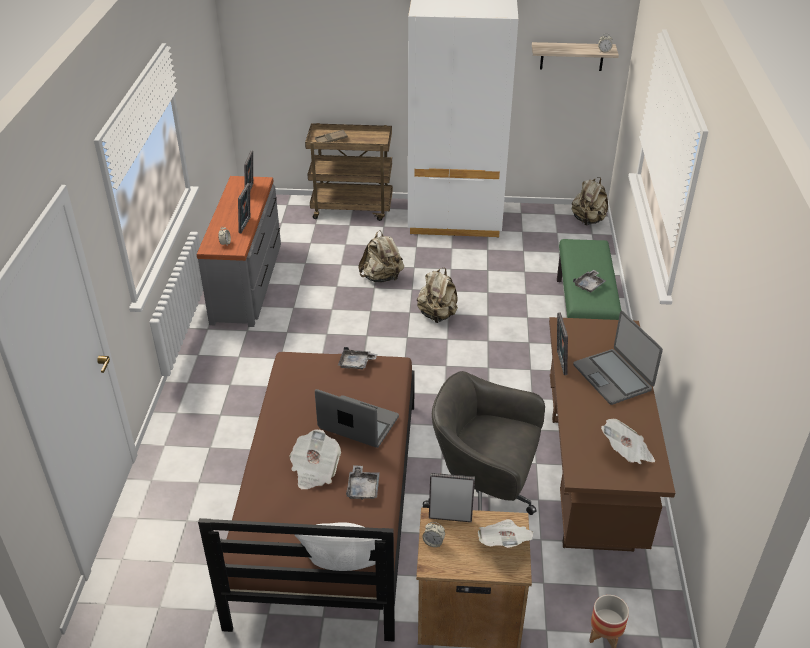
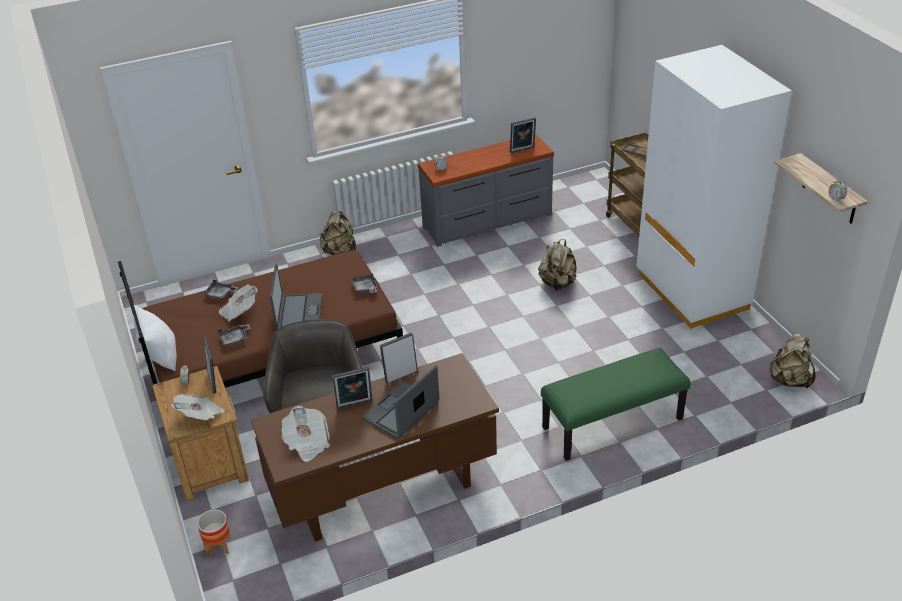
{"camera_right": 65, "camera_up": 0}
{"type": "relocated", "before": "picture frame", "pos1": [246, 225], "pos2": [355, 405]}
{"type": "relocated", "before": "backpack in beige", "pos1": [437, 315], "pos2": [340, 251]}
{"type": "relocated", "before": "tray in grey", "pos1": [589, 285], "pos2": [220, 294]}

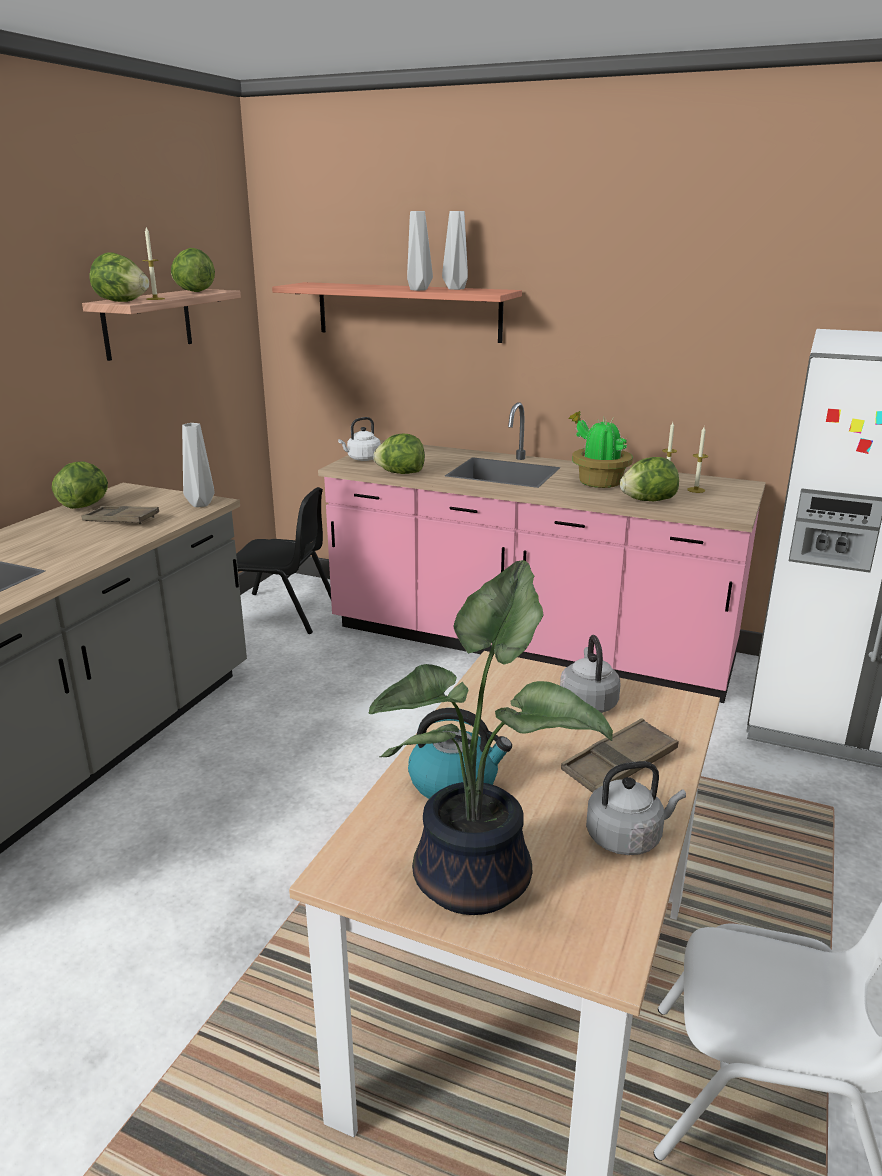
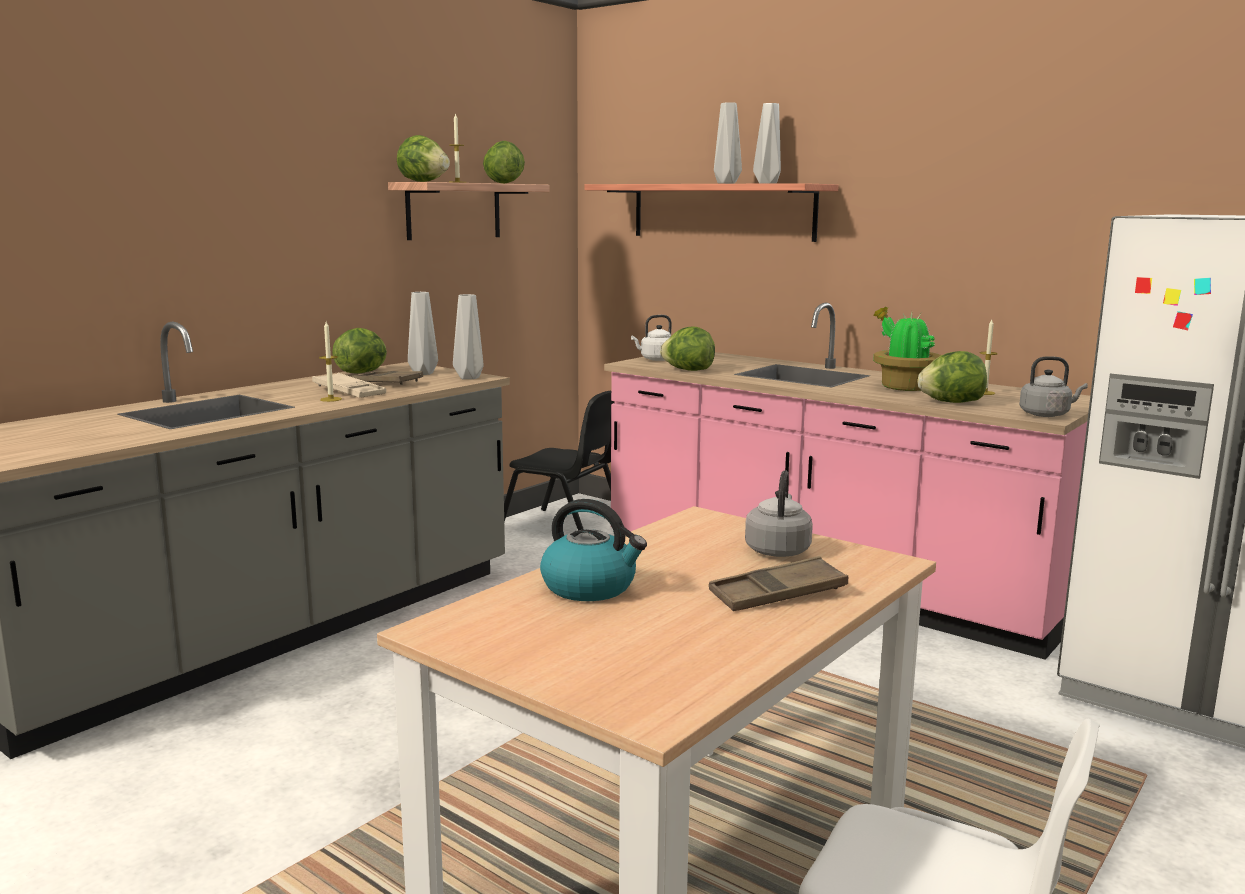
{"camera_right": 15, "camera_up": -10}
{"type": "missing", "before": "potted plant", "pos1": [479, 877]}
{"type": "relocated", "before": "kettle in grey", "pos1": [627, 837], "pos2": [1047, 414]}
{"type": "relocated", "before": "candle", "pos1": [696, 490], "pos2": [331, 399]}
{"type": "appeared", "after": "tray in beige", "pos2": [349, 392]}
{"type": "appeared", "after": "vase in grey", "pos2": [424, 373]}

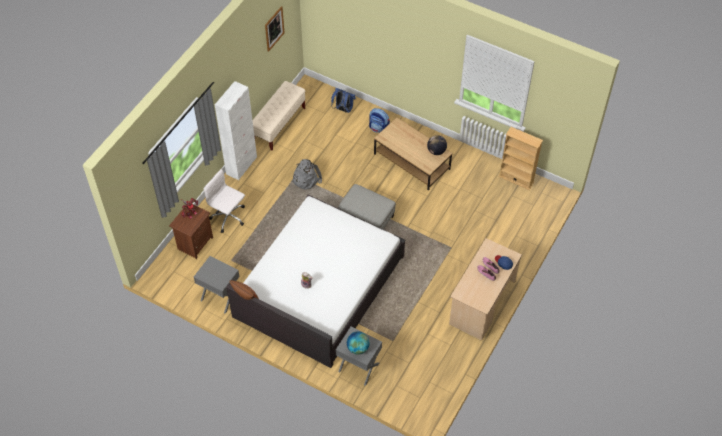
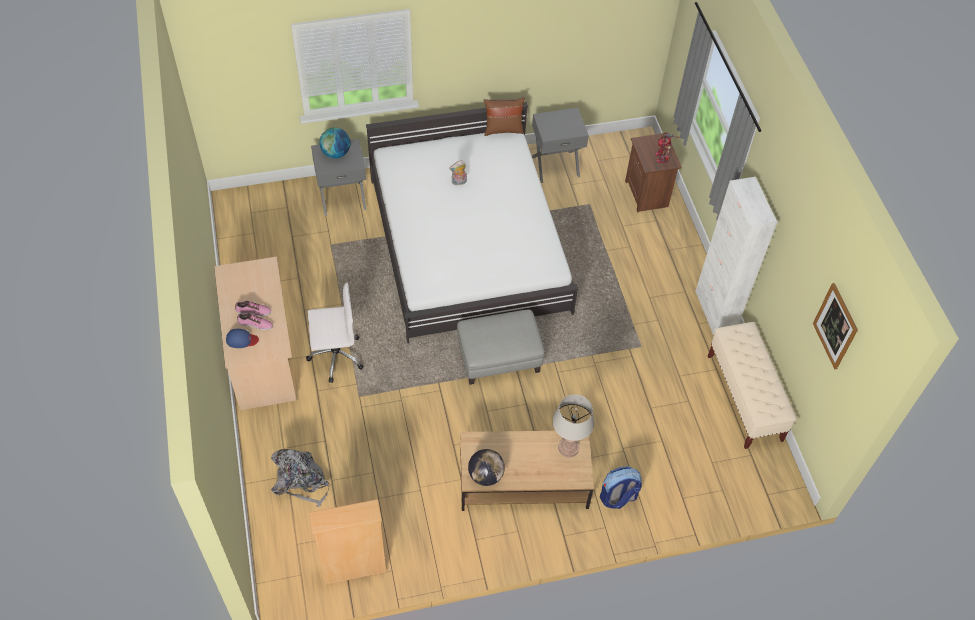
{"camera_right": 135, "camera_up": 0}
{"type": "relocated", "before": "office chair in white", "pos1": [229, 217], "pos2": [335, 356]}
{"type": "relocated", "before": "backpack in grey", "pos1": [305, 178], "pos2": [301, 481]}
{"type": "missing", "before": "backpack in blue", "pos1": [343, 109]}
{"type": "appeared", "after": "table lamp in grey", "pos2": [568, 448]}

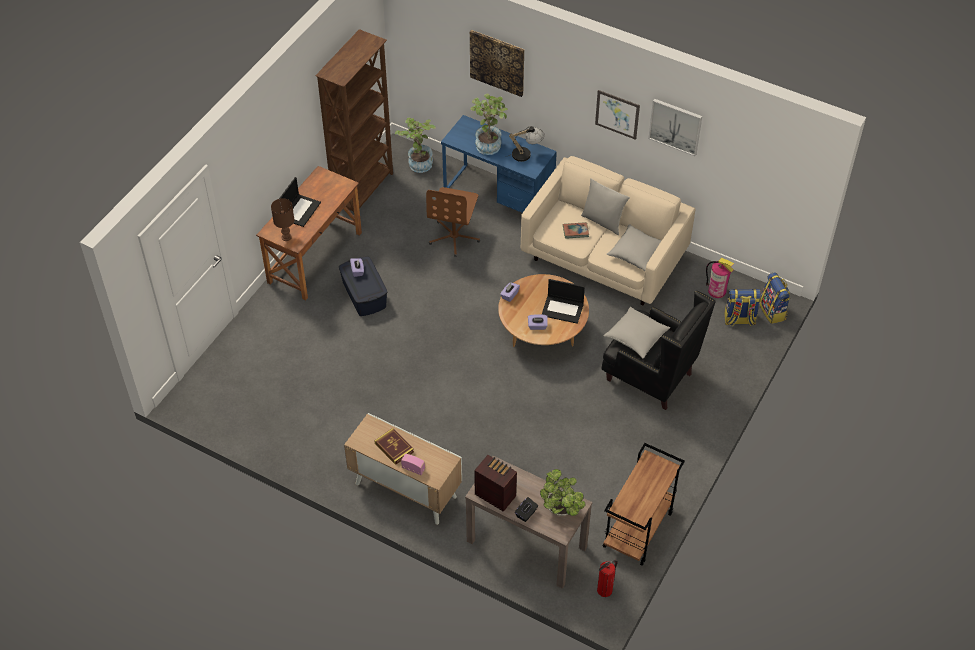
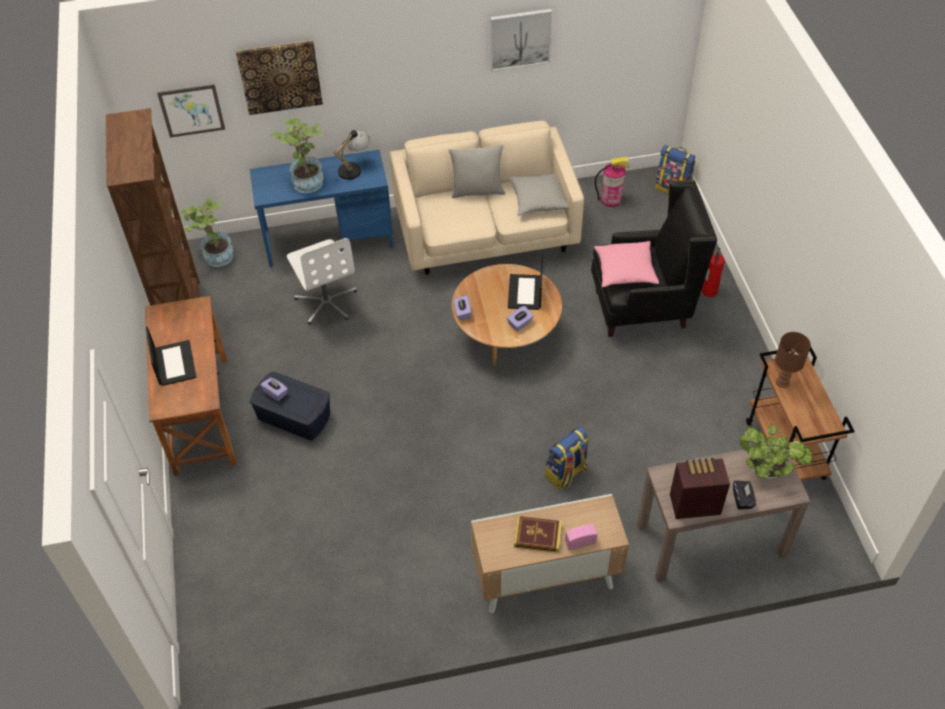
{"camera_right": -40, "camera_up": 0}
{"type": "relocated", "before": "table lamp in brown", "pos1": [286, 237], "pos2": [783, 382]}
{"type": "colour", "before": "office chair in brown", "after": "office chair in white", "pos1": [454, 237], "pos2": [327, 302]}
{"type": "spun", "before": "laptop", "pos1": [563, 309], "pos2": [525, 292], "turn": 120}
{"type": "missing", "before": "book", "pos1": [575, 231]}
{"type": "relocated", "before": "picture", "pos1": [617, 114], "pos2": [191, 110]}
{"type": "relocated", "before": "fire extinguisher", "pos1": [605, 590], "pos2": [709, 290]}
{"type": "colour", "before": "pillow in grey", "after": "pillow in pink", "pos1": [636, 337], "pos2": [625, 271]}
{"type": "relocated", "before": "backpack", "pos1": [739, 320], "pos2": [566, 473]}

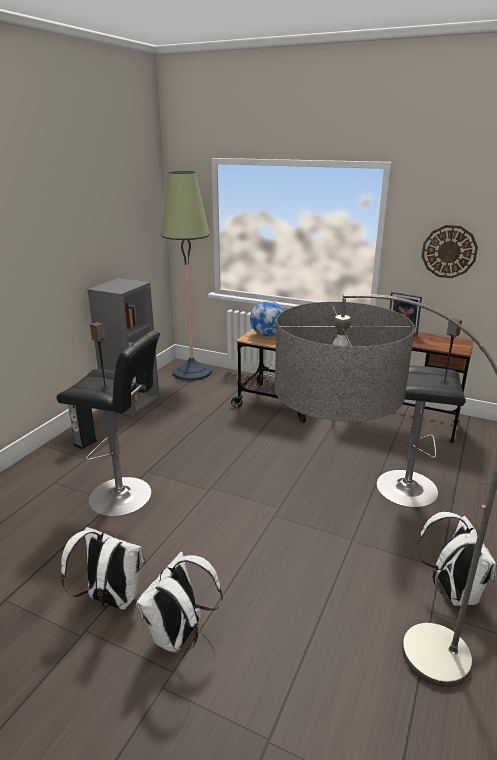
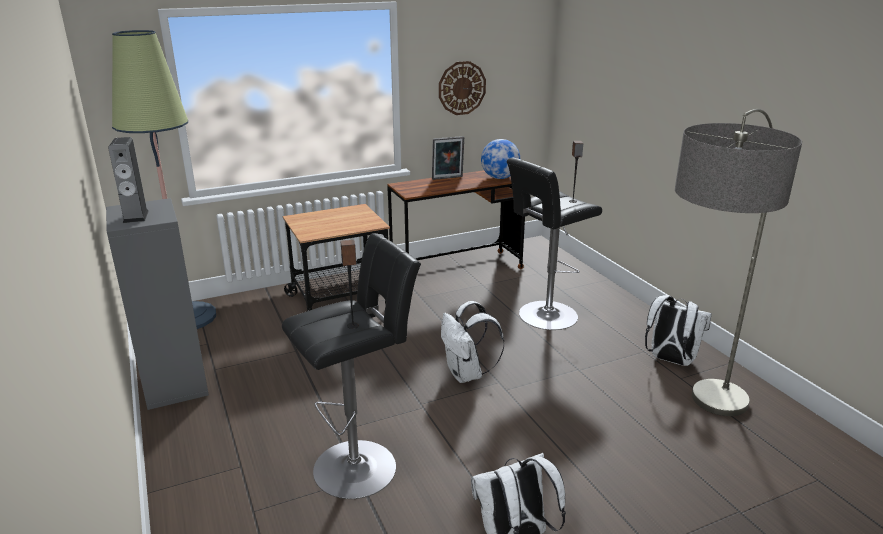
{"camera_right": -50, "camera_up": 0}
{"type": "relocated", "before": "speaker", "pos1": [85, 443], "pos2": [136, 216]}
{"type": "relocated", "before": "backpack in white", "pos1": [179, 636], "pos2": [467, 374]}
{"type": "relocated", "before": "globe", "pos1": [267, 335], "pos2": [499, 178]}

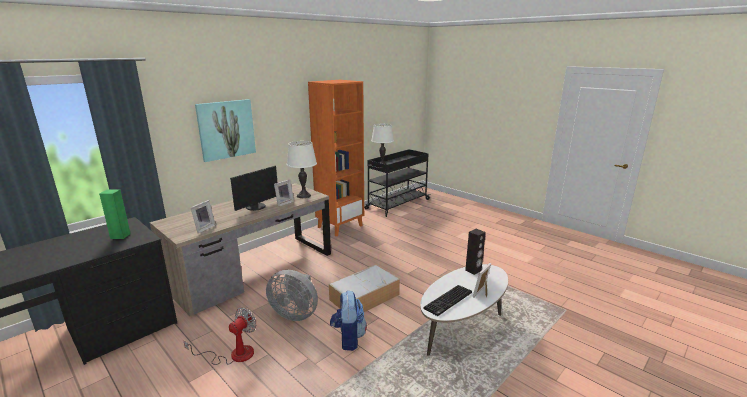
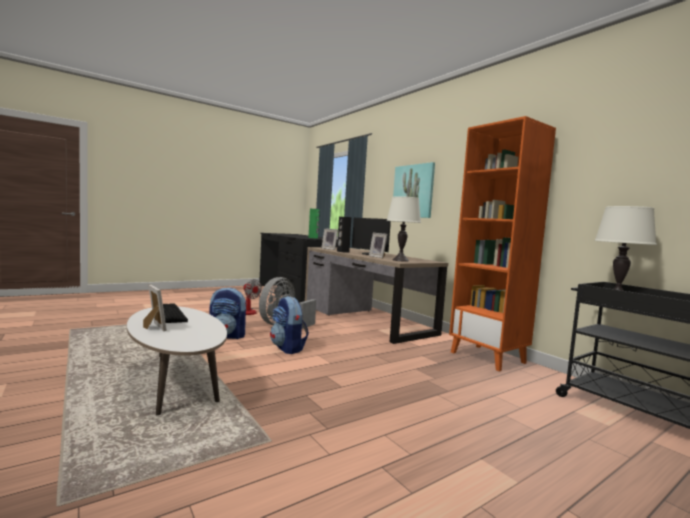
{"camera_right": 100, "camera_up": -15}
{"type": "exchanged", "before": "storage box", "after": "backpack", "pos1": [365, 296], "pos2": [288, 348]}
{"type": "relocated", "before": "speaker in black", "pos1": [473, 270], "pos2": [342, 251]}

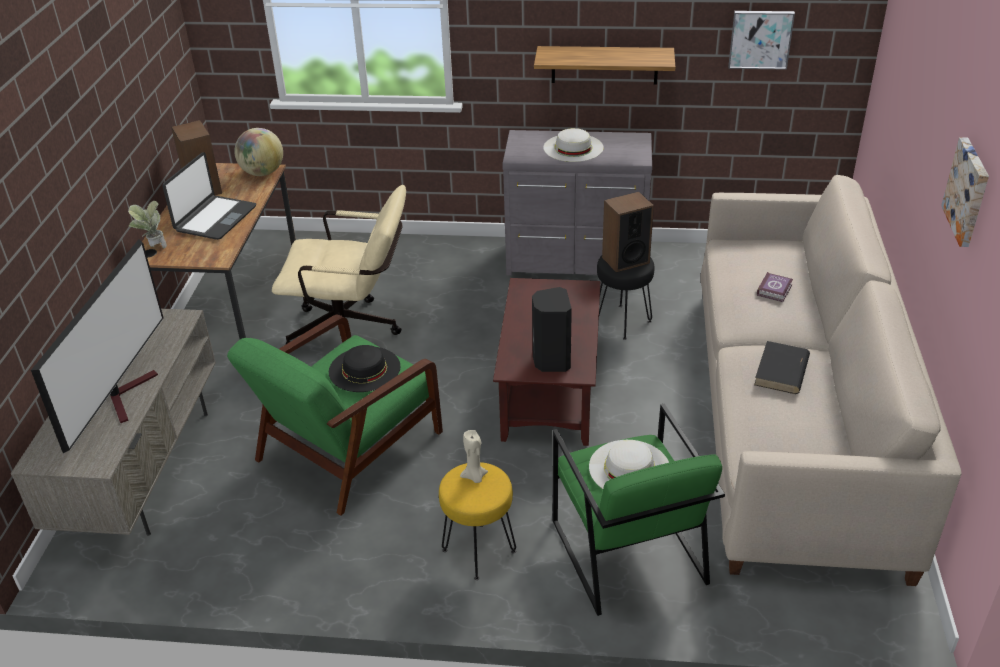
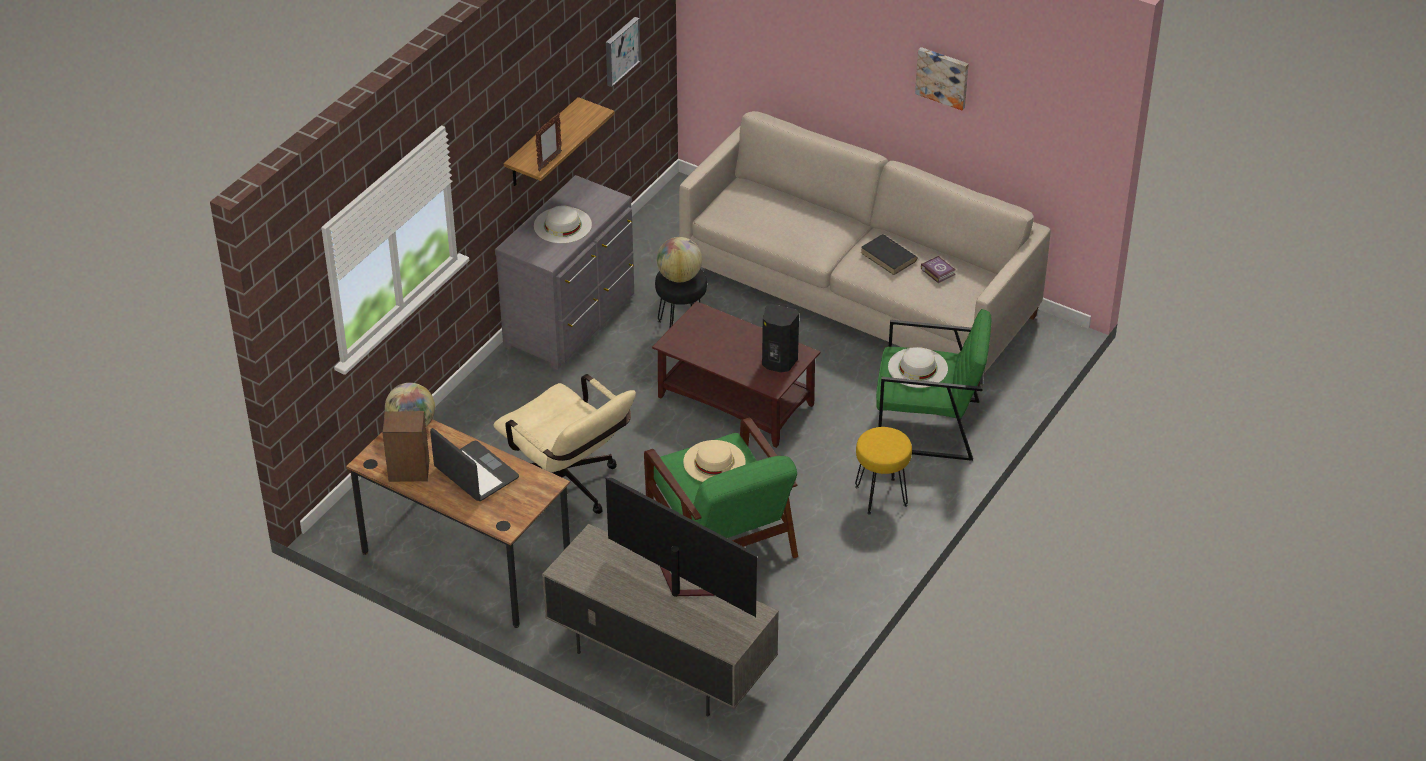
{"camera_right": -65, "camera_up": 5}
{"type": "missing", "before": "potted plant", "pos1": [154, 248]}
{"type": "spun", "before": "office chair in beige", "pos1": [353, 333], "pos2": [568, 490], "turn": 105}
{"type": "colour", "before": "hat in black", "after": "hat in beige", "pos1": [364, 369], "pos2": [714, 462]}
{"type": "missing", "before": "candle in beige", "pos1": [474, 477]}
{"type": "exchanged", "before": "speaker", "after": "globe", "pos1": [625, 260], "pos2": [679, 277]}
{"type": "relocated", "before": "book", "pos1": [775, 290], "pos2": [937, 271]}
{"type": "appeared", "after": "picture frame", "pos2": [549, 162]}

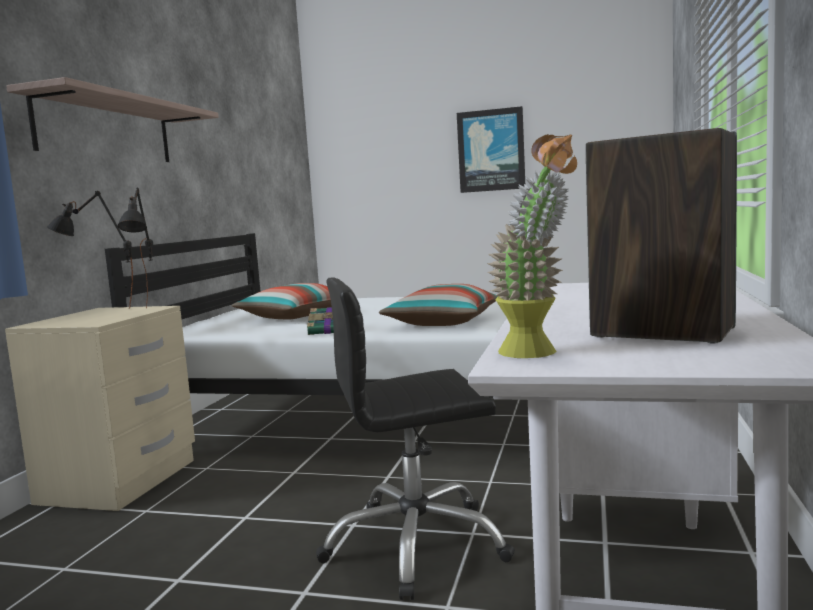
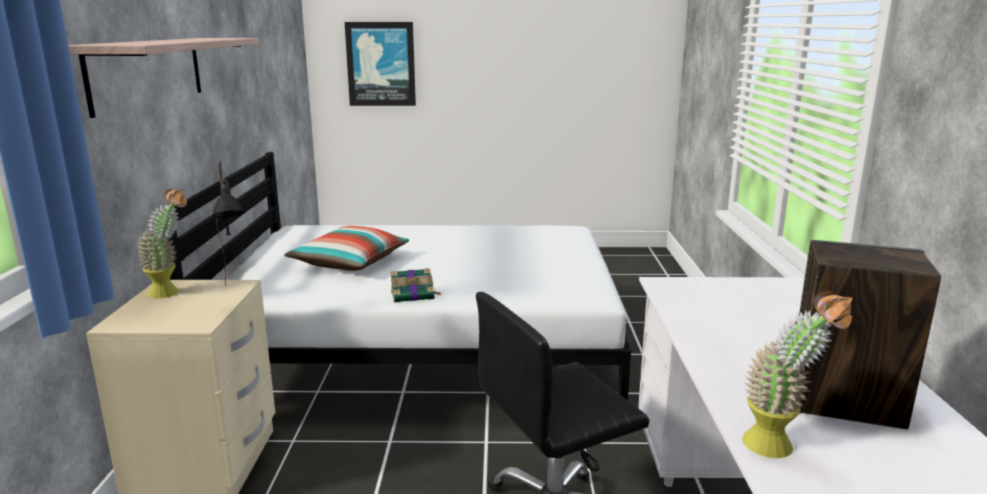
{"camera_right": -15, "camera_up": 10}
{"type": "exchanged", "before": "table lamp in black", "after": "potted plant", "pos1": [99, 311], "pos2": [171, 292]}
{"type": "missing", "before": "pillow", "pos1": [443, 322]}
{"type": "relocated", "before": "picture", "pos1": [491, 150], "pos2": [381, 64]}

